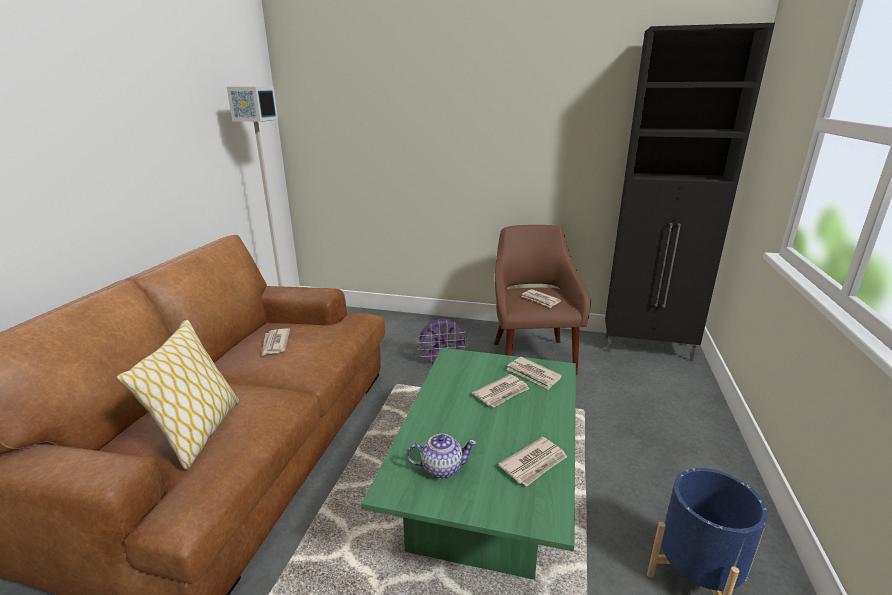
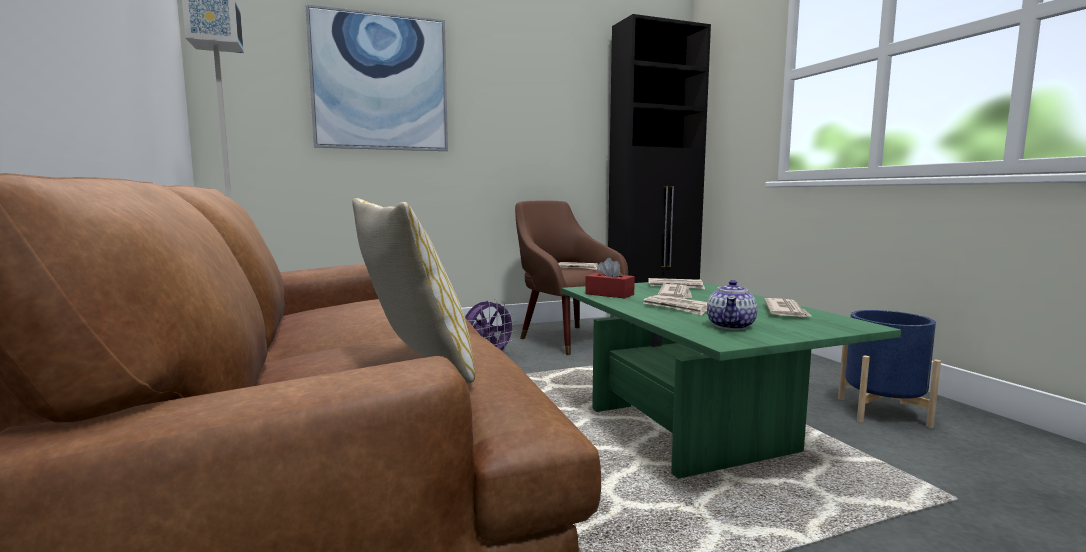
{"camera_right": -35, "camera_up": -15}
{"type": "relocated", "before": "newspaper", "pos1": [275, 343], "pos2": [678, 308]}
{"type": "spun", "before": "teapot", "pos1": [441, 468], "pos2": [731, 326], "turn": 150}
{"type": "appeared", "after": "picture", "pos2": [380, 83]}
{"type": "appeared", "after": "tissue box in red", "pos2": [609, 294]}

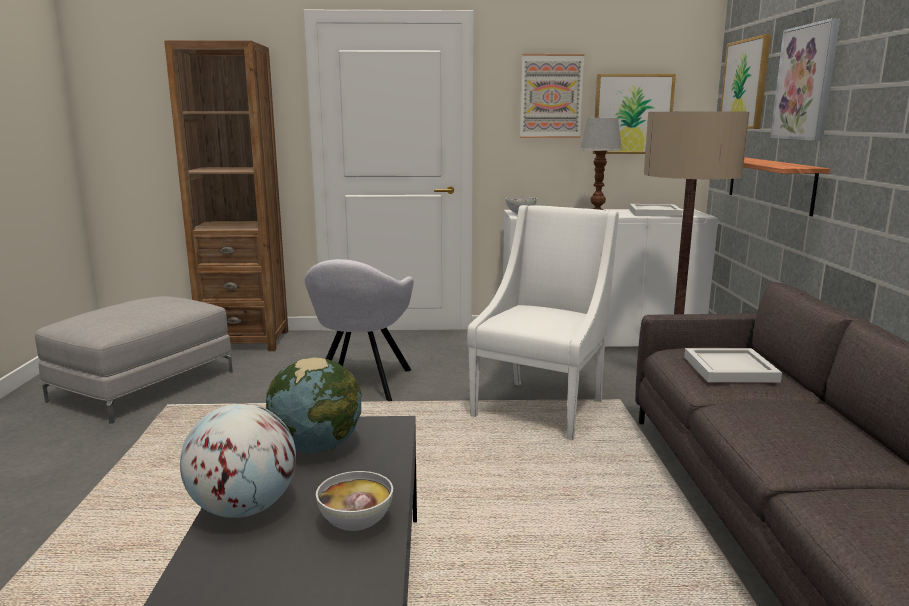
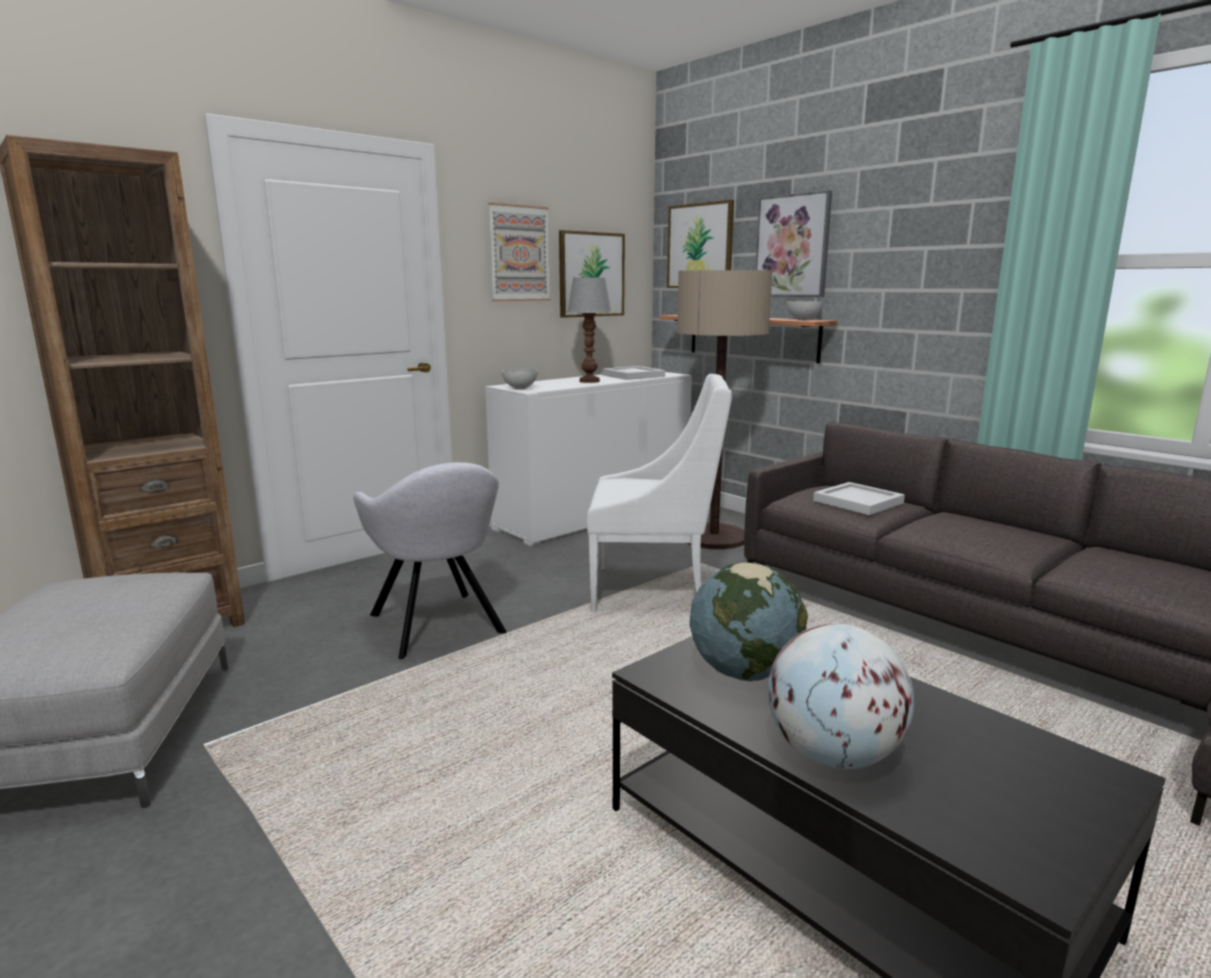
{"camera_right": -40, "camera_up": 0}
{"type": "relocated", "before": "bowl", "pos1": [355, 523], "pos2": [802, 319]}
{"type": "spun", "before": "armchair in white", "pos1": [541, 407], "pos2": [655, 590], "turn": 105}

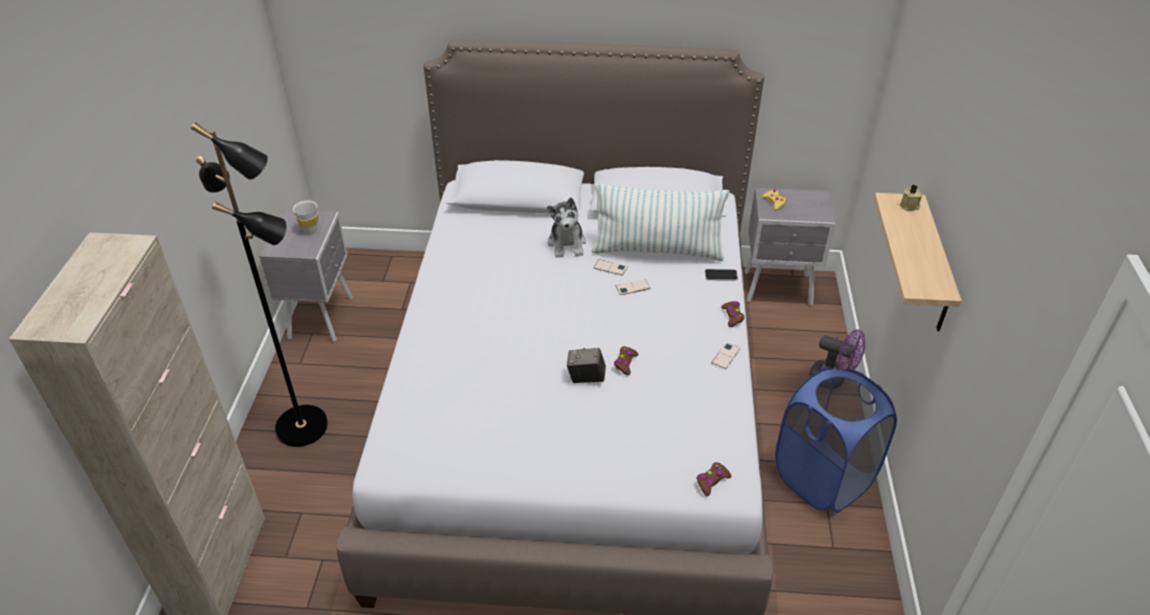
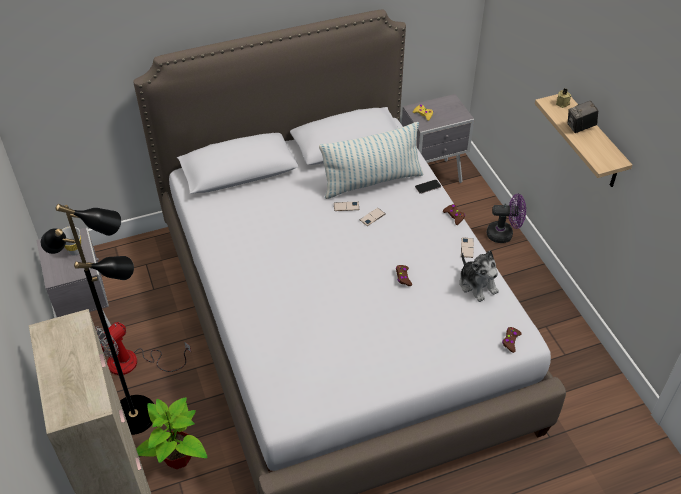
{"camera_right": -25, "camera_up": 5}
{"type": "relocated", "before": "plush toy", "pos1": [567, 243], "pos2": [477, 285]}
{"type": "relocated", "before": "photo camera", "pos1": [586, 378], "pos2": [580, 127]}
{"type": "missing", "before": "laundry basket in blue", "pos1": [822, 478]}
{"type": "appeared", "after": "fan", "pos2": [134, 363]}
{"type": "appeared", "after": "potted plant", "pos2": [178, 458]}

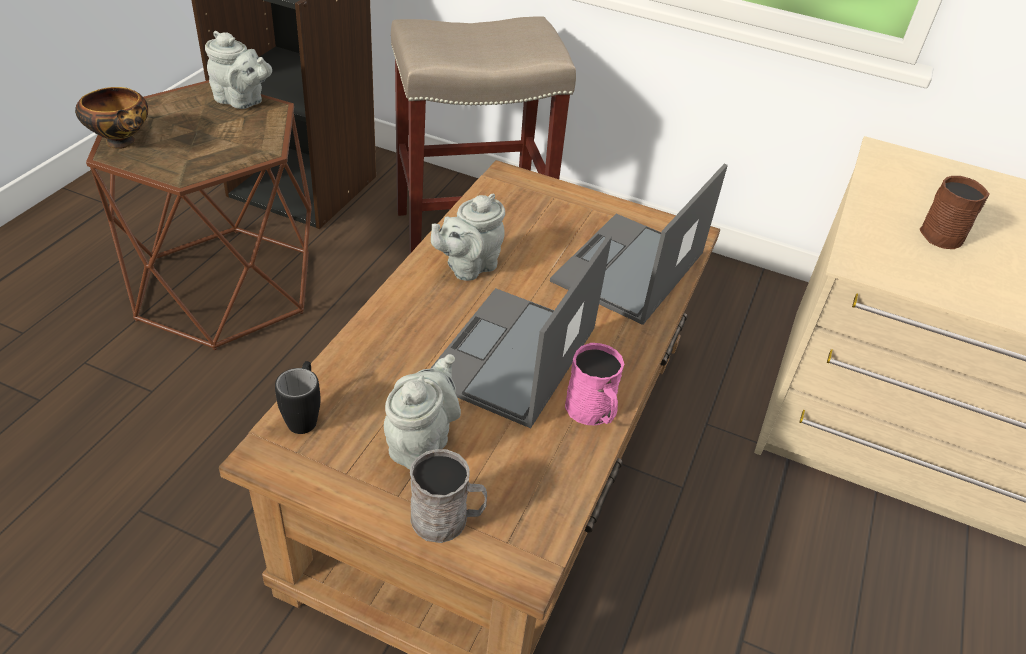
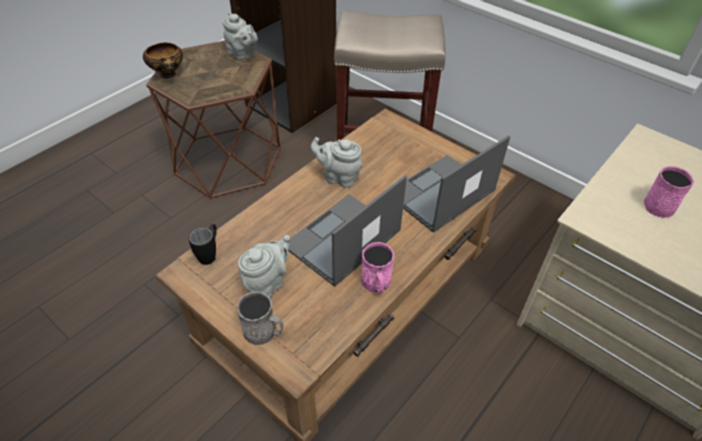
{"camera_right": 20, "camera_up": 5}
{"type": "spun", "before": "teapot in grey", "pos1": [468, 267], "pos2": [339, 177], "turn": 45}
{"type": "colour", "before": "mug in brown", "after": "mug in pink", "pos1": [938, 232], "pos2": [658, 203]}

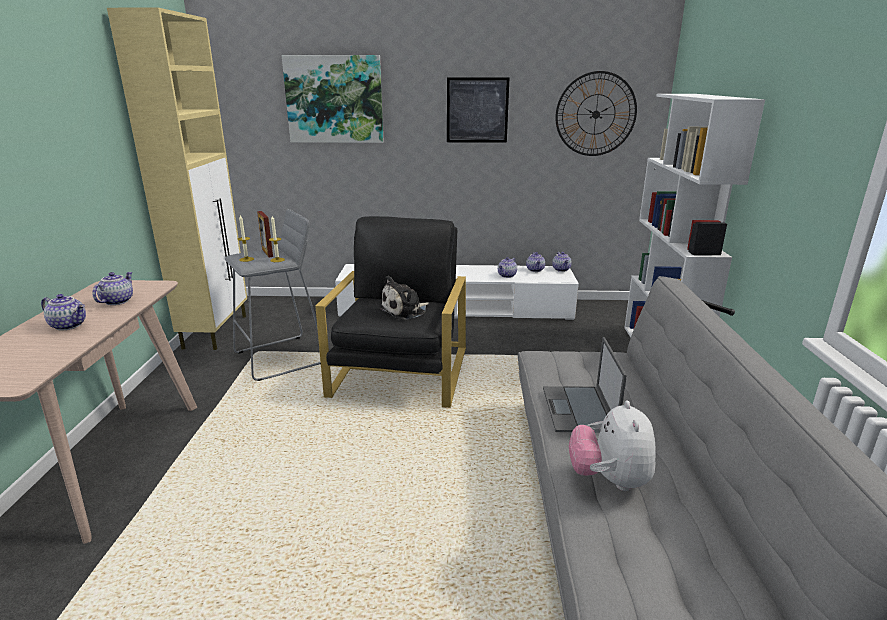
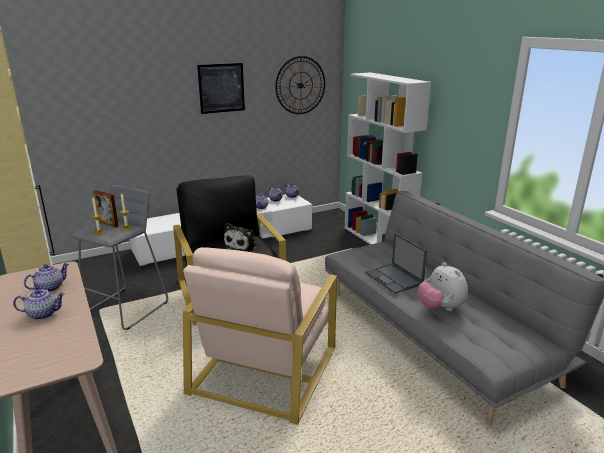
{"camera_right": -30, "camera_up": 0}
{"type": "spun", "before": "teapot", "pos1": [117, 301], "pos2": [50, 287], "turn": 60}
{"type": "missing", "before": "picture", "pos1": [334, 99]}
{"type": "appeared", "after": "armchair in beige", "pos2": [265, 368]}

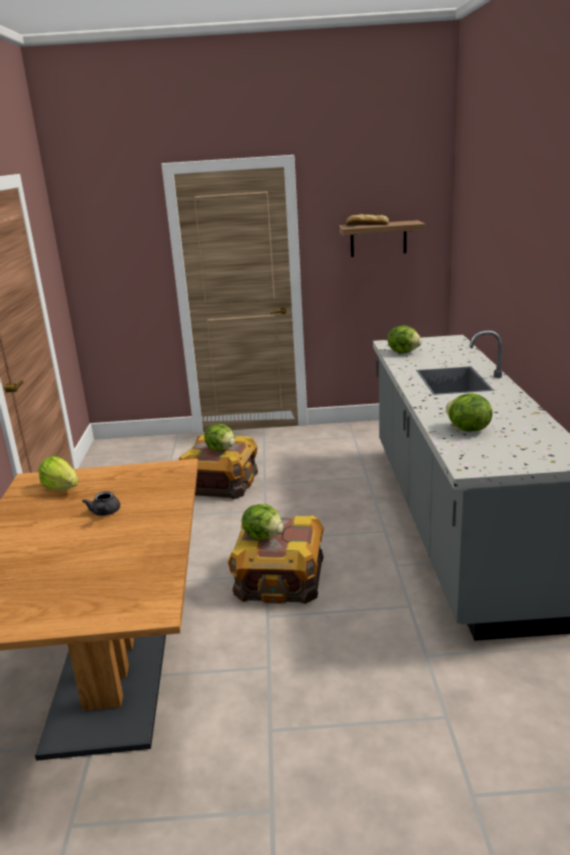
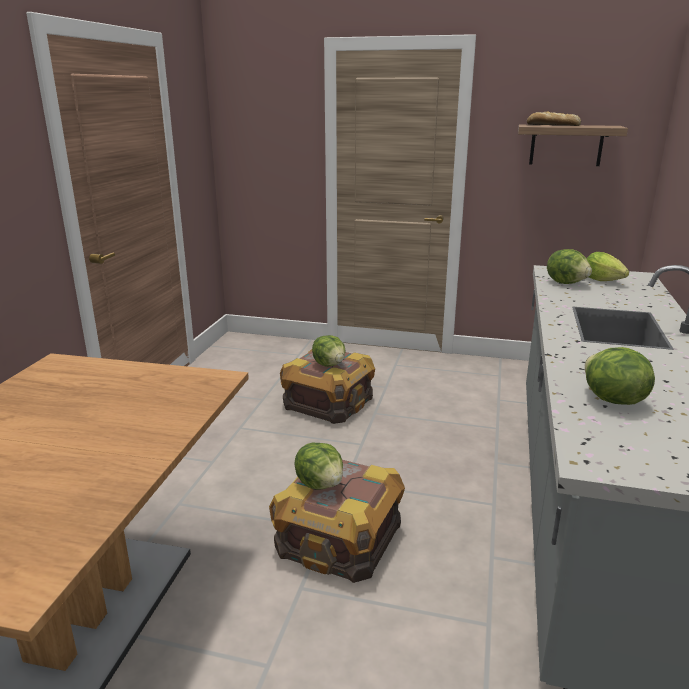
{"camera_right": 15, "camera_up": 0}
{"type": "relocated", "before": "lettuce", "pos1": [62, 488], "pos2": [602, 280]}
{"type": "missing", "before": "teapot in grey", "pos1": [105, 513]}

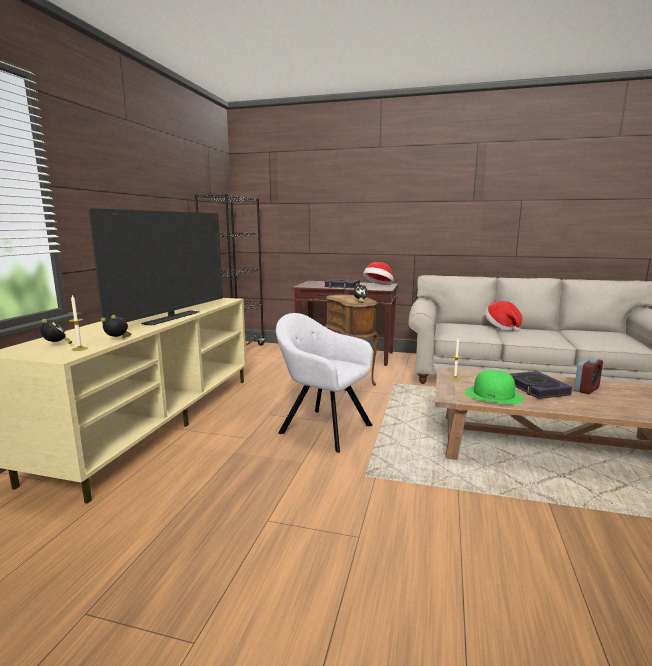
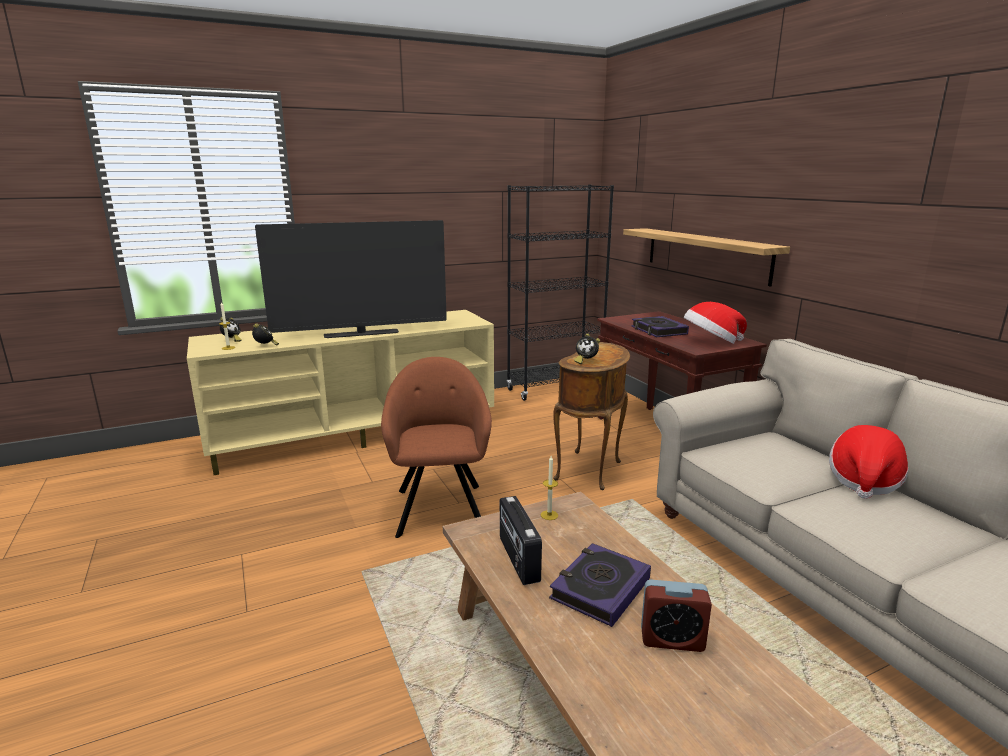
{"camera_right": 50, "camera_up": 5}
{"type": "colour", "before": "armchair in grey", "after": "armchair in brown", "pos1": [322, 428], "pos2": [440, 506]}
{"type": "exchanged", "before": "hat in green", "after": "radio", "pos1": [493, 395], "pos2": [518, 559]}
{"type": "appeared", "after": "shelf", "pos2": [705, 254]}

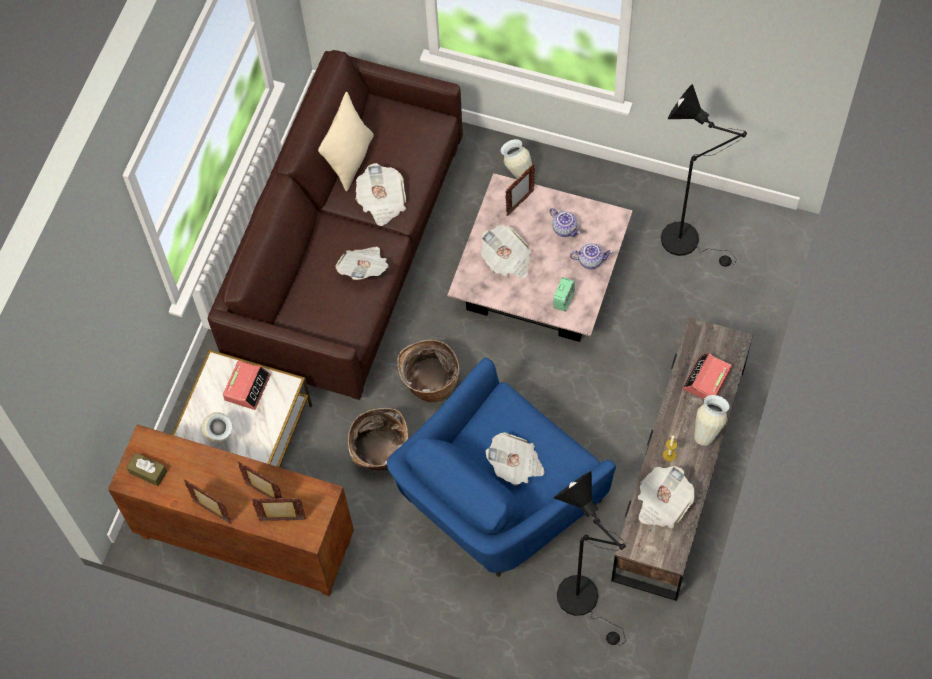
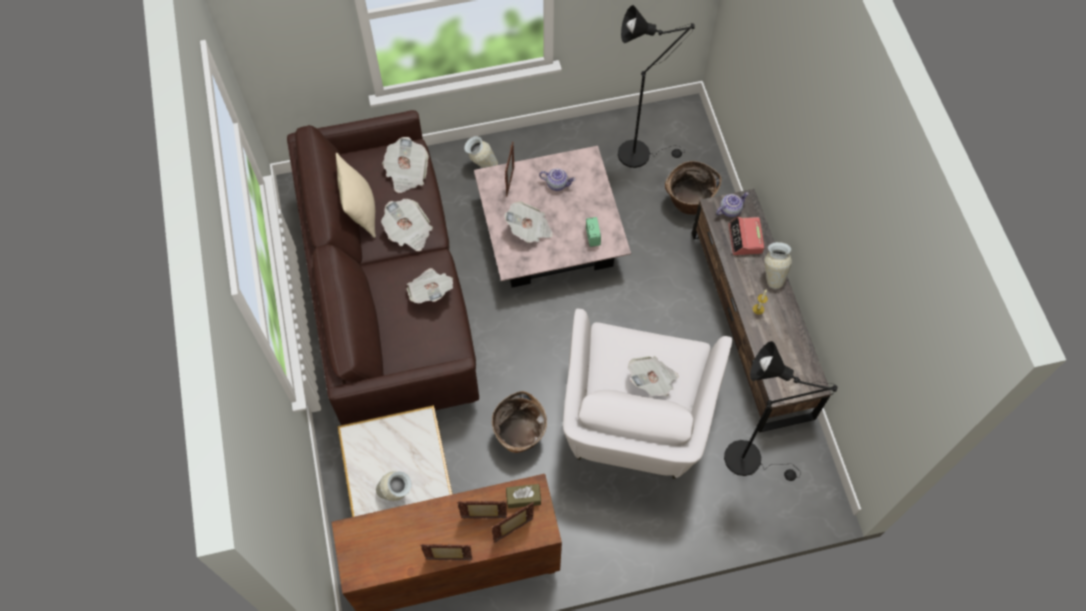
{"camera_right": -35, "camera_up": 0}
{"type": "relocated", "before": "tissue box in brown", "pos1": [148, 472], "pos2": [523, 498]}
{"type": "missing", "before": "alarm clock", "pos1": [247, 387]}
{"type": "colour", "before": "armchair in blue", "after": "armchair in white", "pos1": [497, 501], "pos2": [634, 420]}
{"type": "relocated", "before": "basket", "pos1": [429, 384], "pos2": [688, 202]}
{"type": "relocated", "before": "teapot", "pos1": [590, 260], "pos2": [730, 209]}
{"type": "relocated", "before": "newspaper", "pos1": [662, 503], "pos2": [406, 173]}

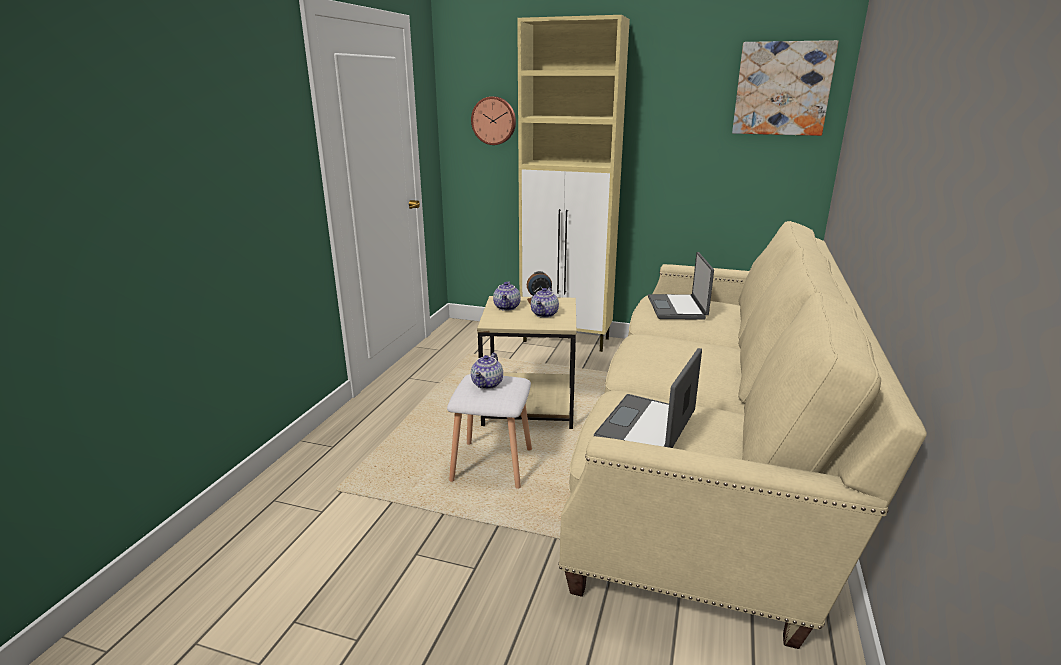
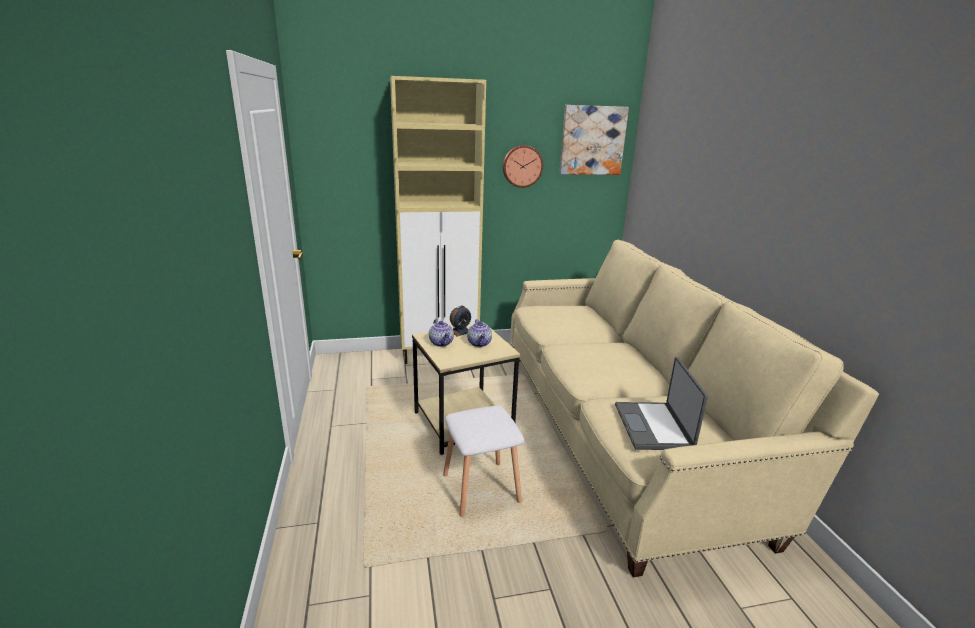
{"camera_right": -30, "camera_up": 0}
{"type": "relocated", "before": "wall clock", "pos1": [494, 120], "pos2": [522, 166]}
{"type": "missing", "before": "teapot", "pos1": [488, 384]}
{"type": "missing", "before": "laptop", "pos1": [678, 308]}

